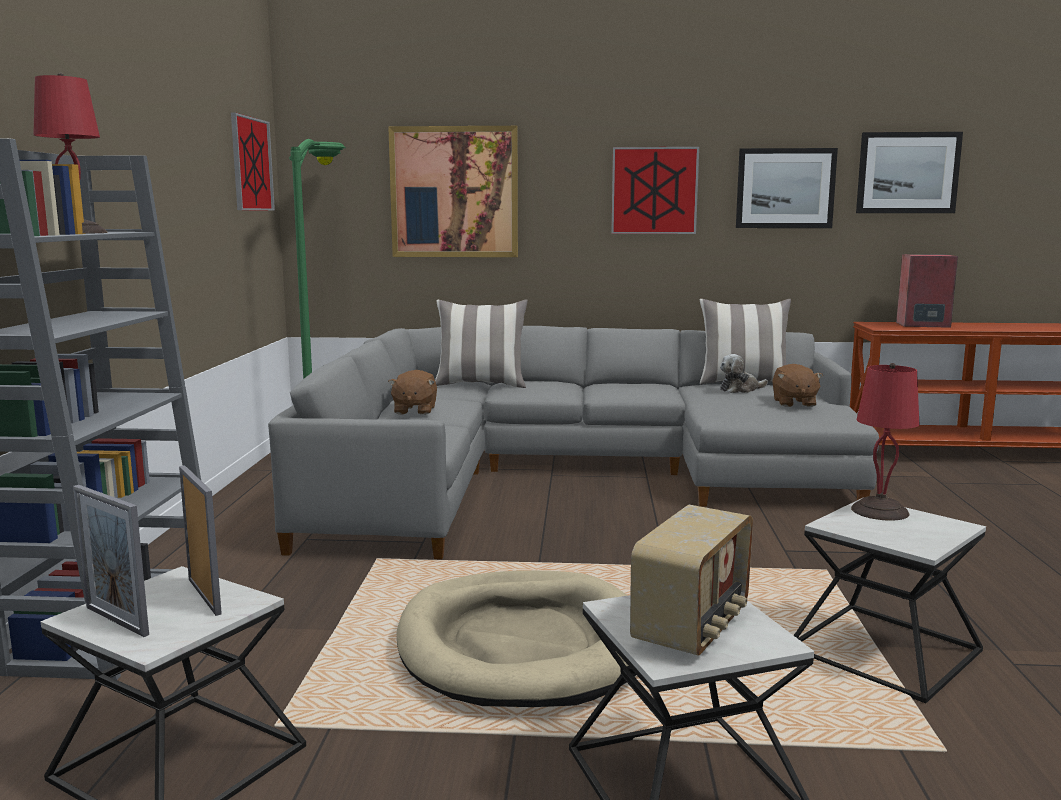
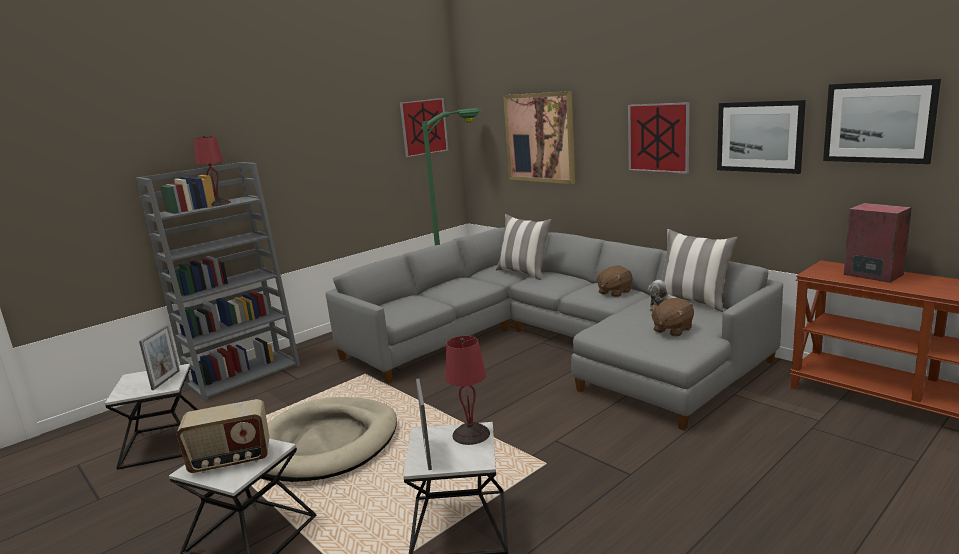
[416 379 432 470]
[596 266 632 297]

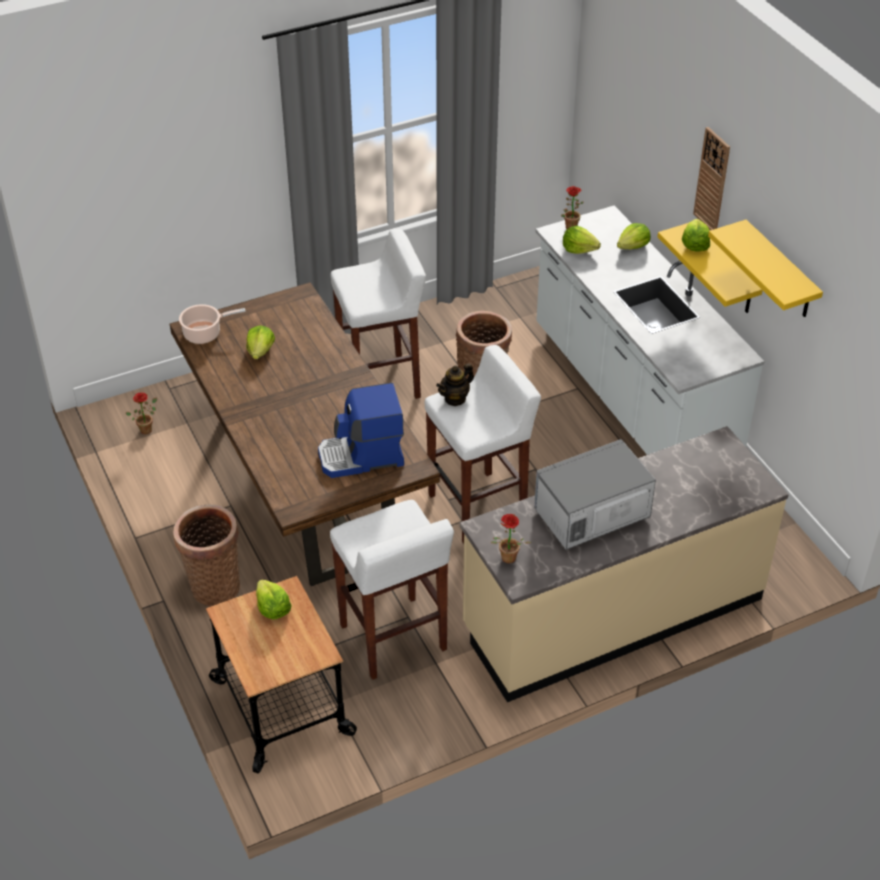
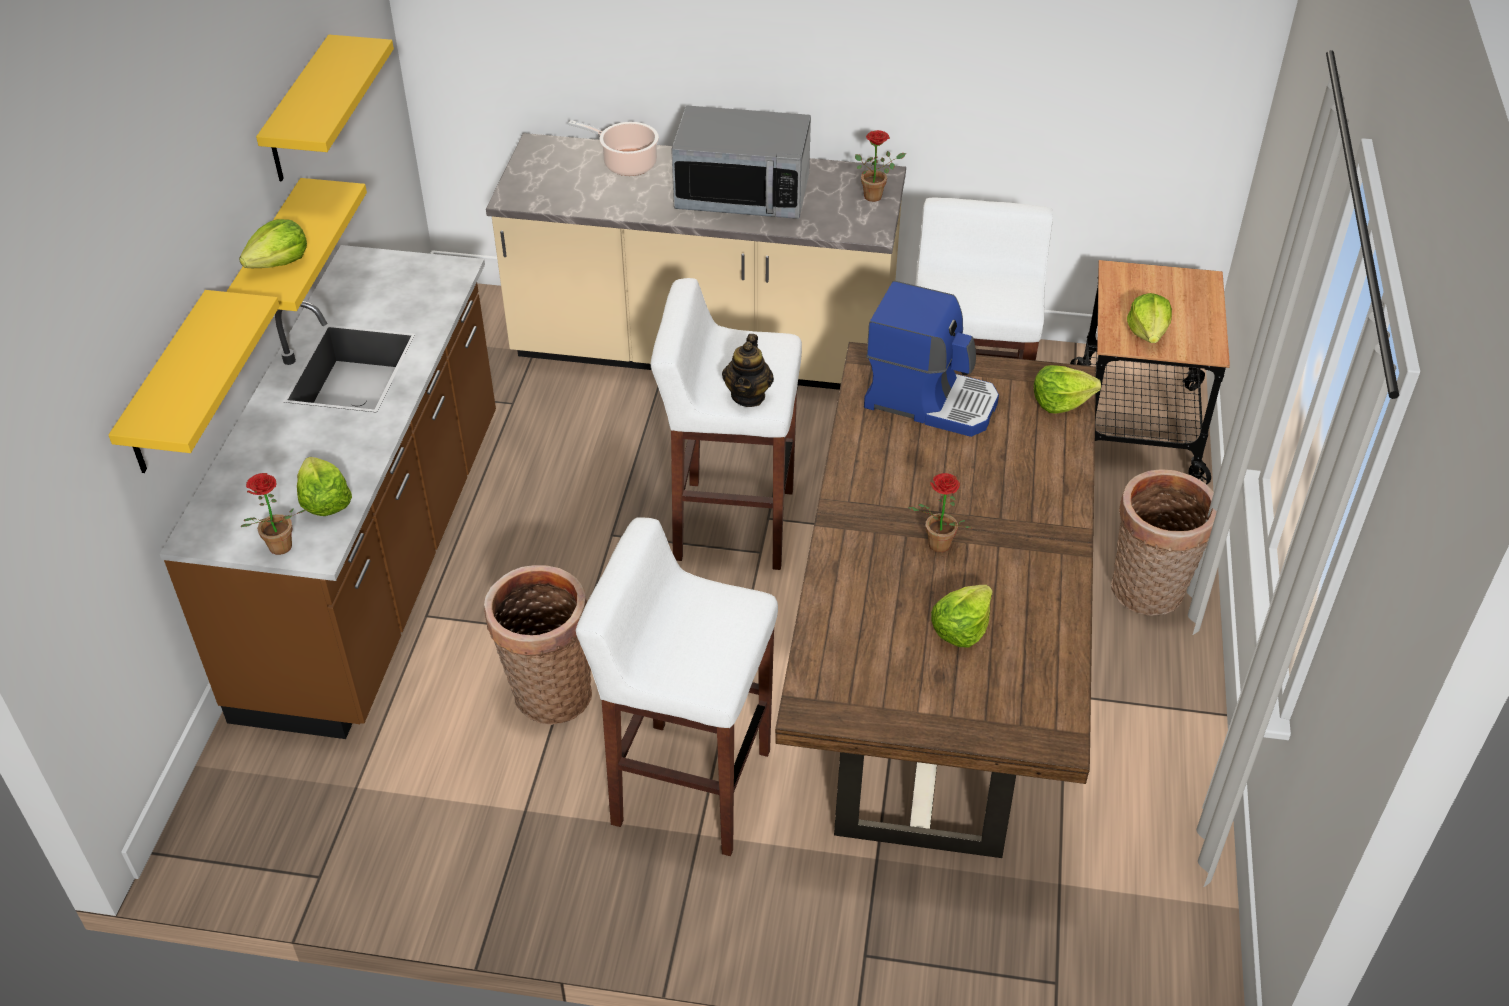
[908 473 972 552]
[568 120 659 176]
[722 334 774 407]
[160 245 496 739]
[1034 365 1101 413]
[693 127 730 230] (first image)
[108 290 280 473]

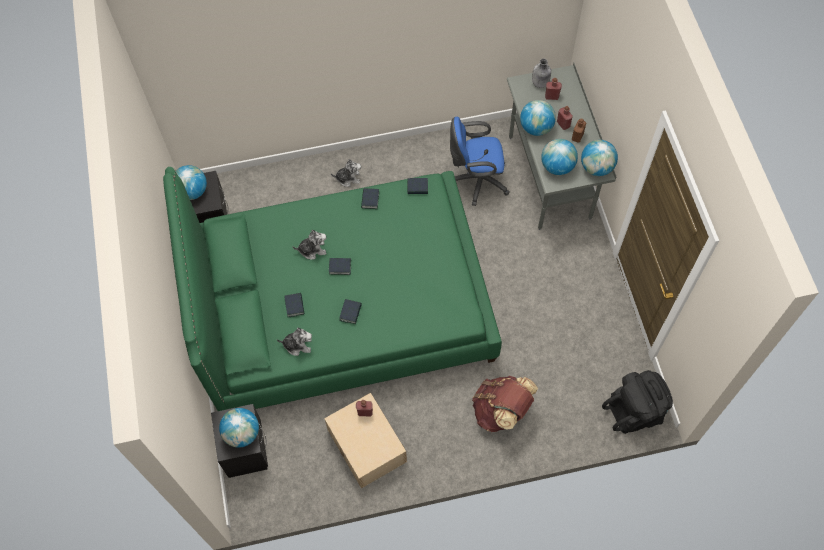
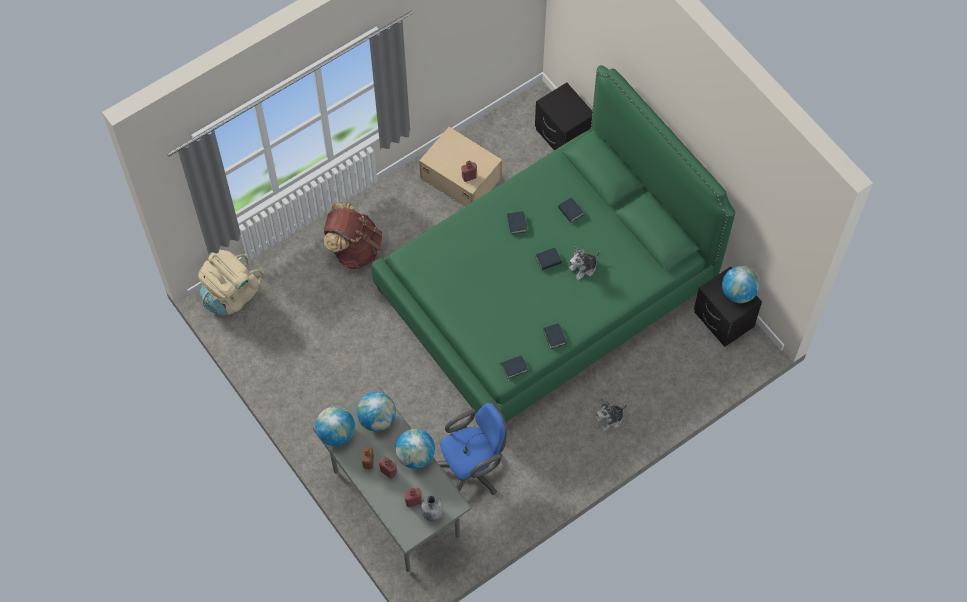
[219 408 259 448] (first image)
[277 328 312 356] (first image)
[198 249 263 315]

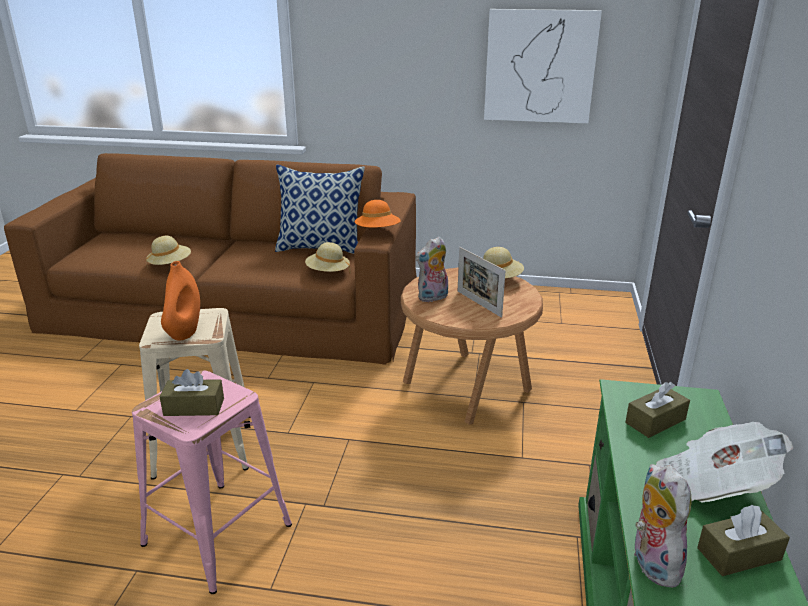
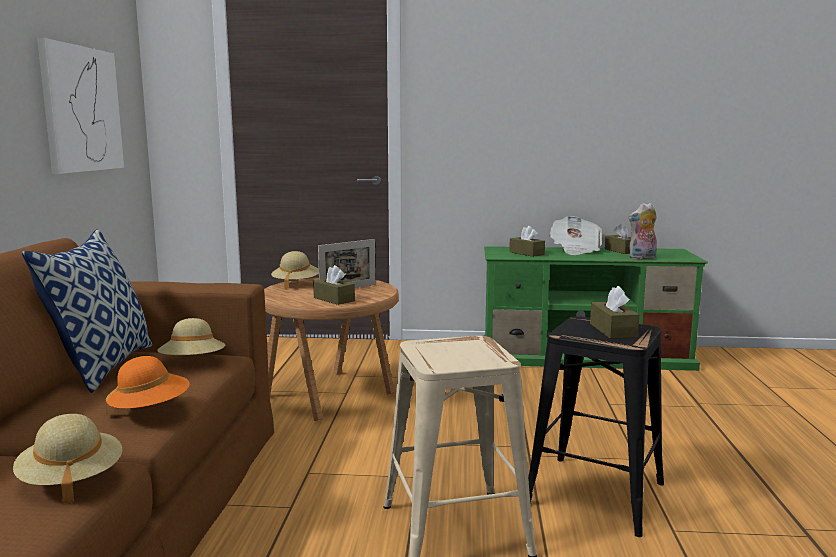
[528 316 664 537]
[161 261 200 341] (first image)
[105 356 190 416]
[313 265 355 305]

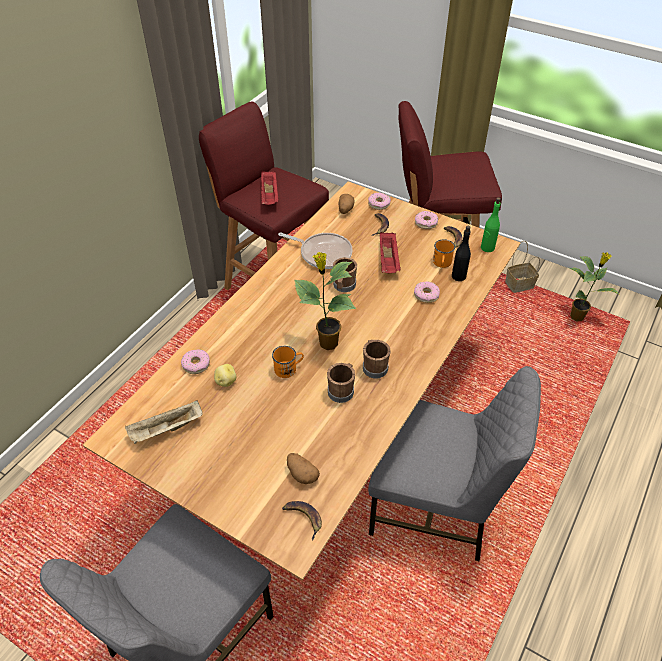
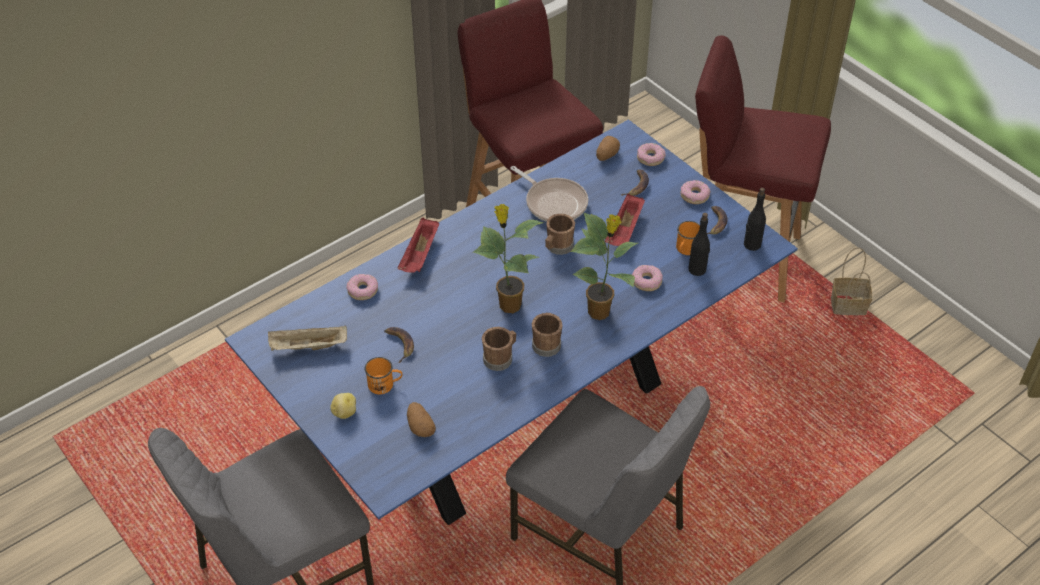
[225 119 798 525]
[330 393 356 419]
[398 218 439 273]
[365 357 402 394]
[384 327 414 363]
[744 188 766 251]
[570 213 638 320]

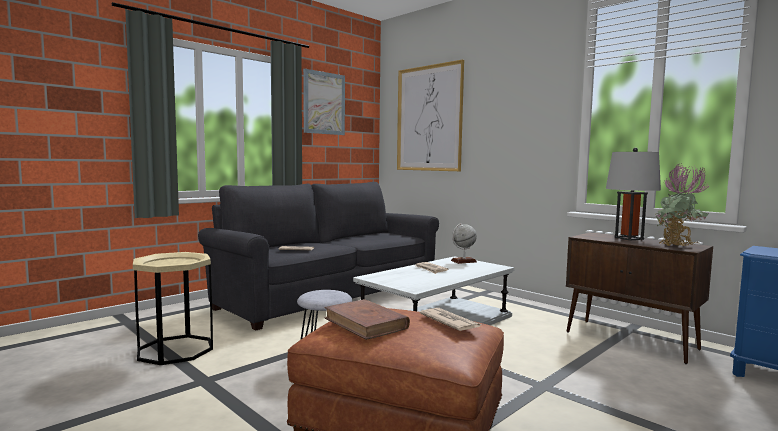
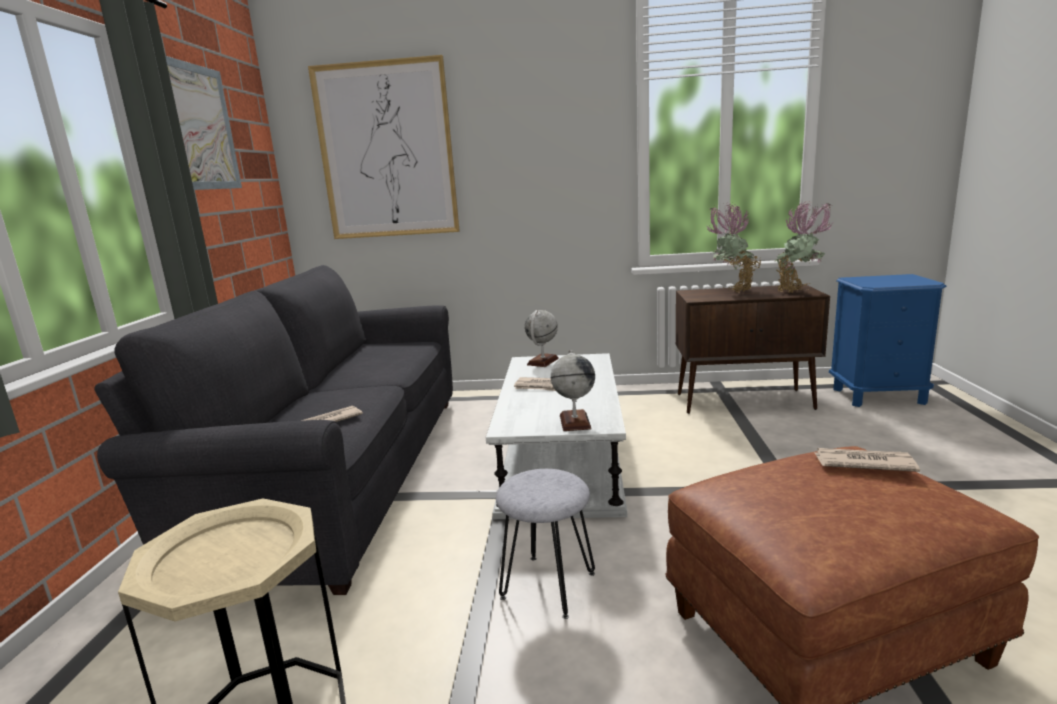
[324 299 410 340] (first image)
[706 203 761 292]
[551 350 595 431]

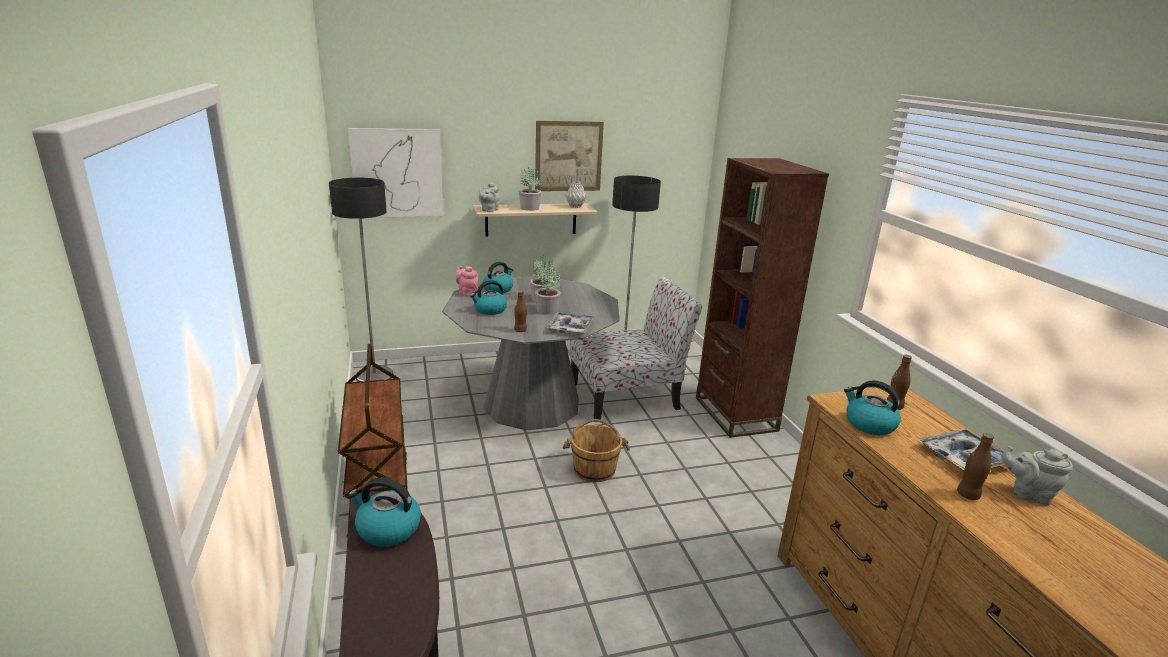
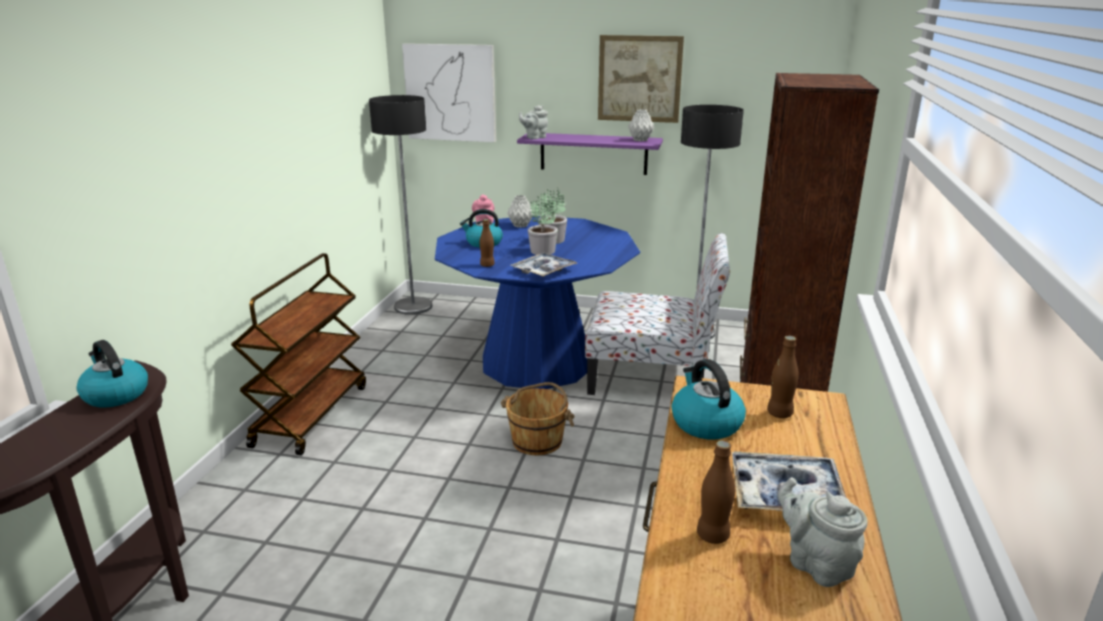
[435 216 640 389]
[517 133 663 175]
[507 195 533 228]
[519 167 541 211] (first image)

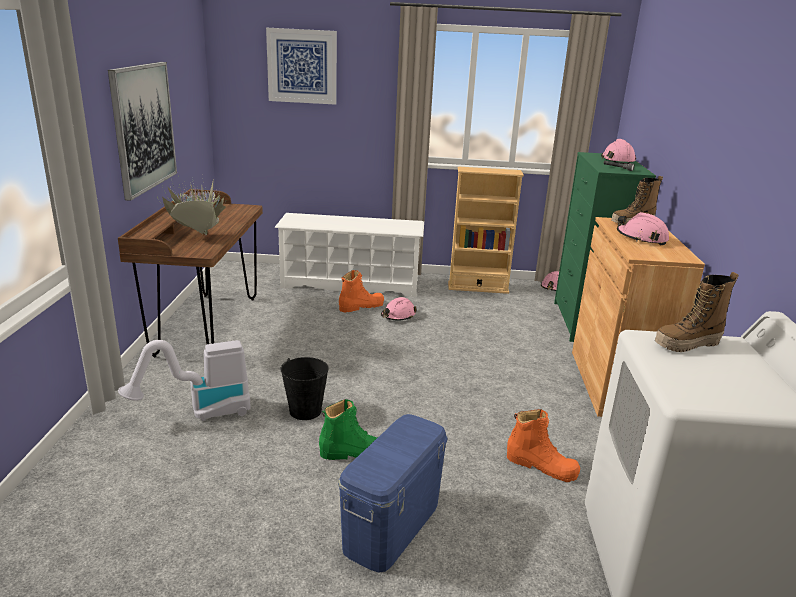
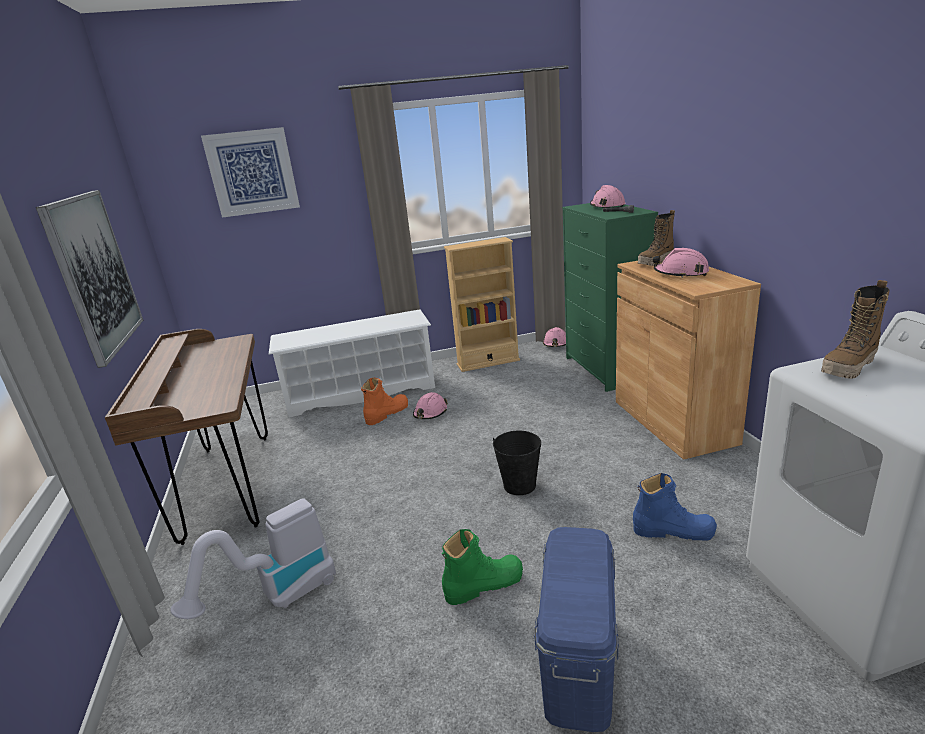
[157 172 229 235] (first image)
[493 431 541 495]
[633 473 717 540]

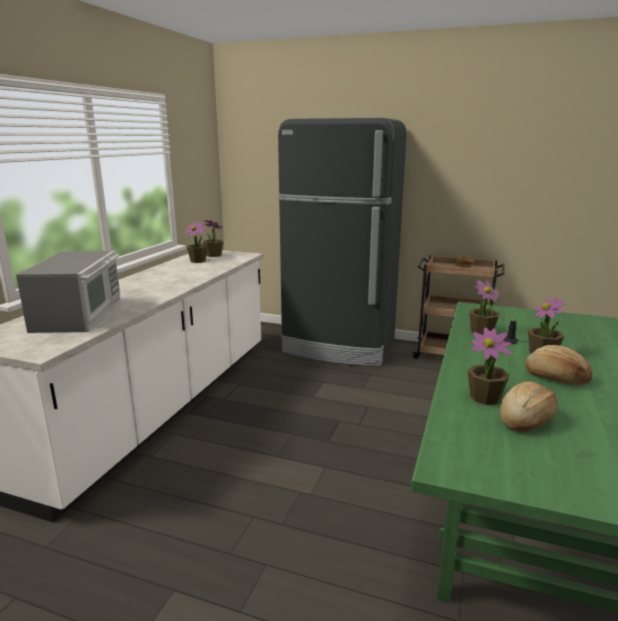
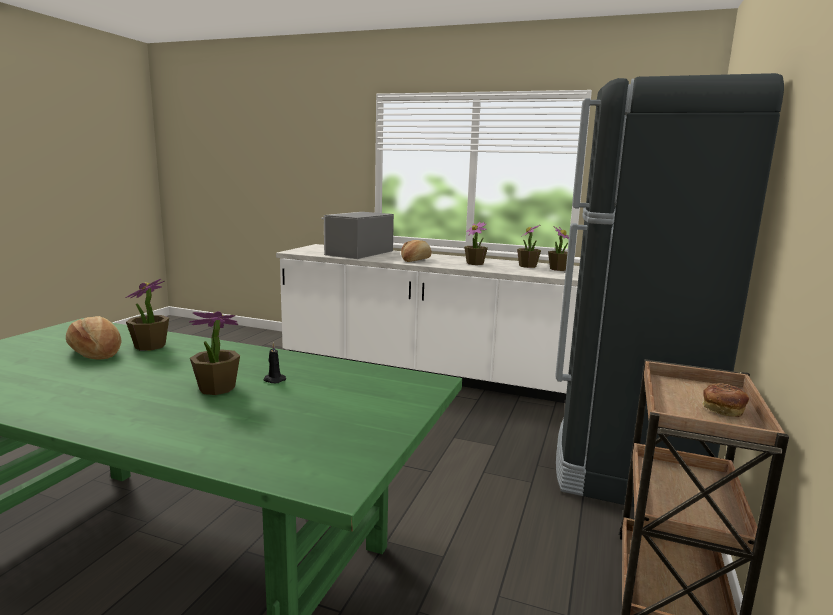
[321 212 394 259]
[464 222 488 265]
[401 240 432 262]

